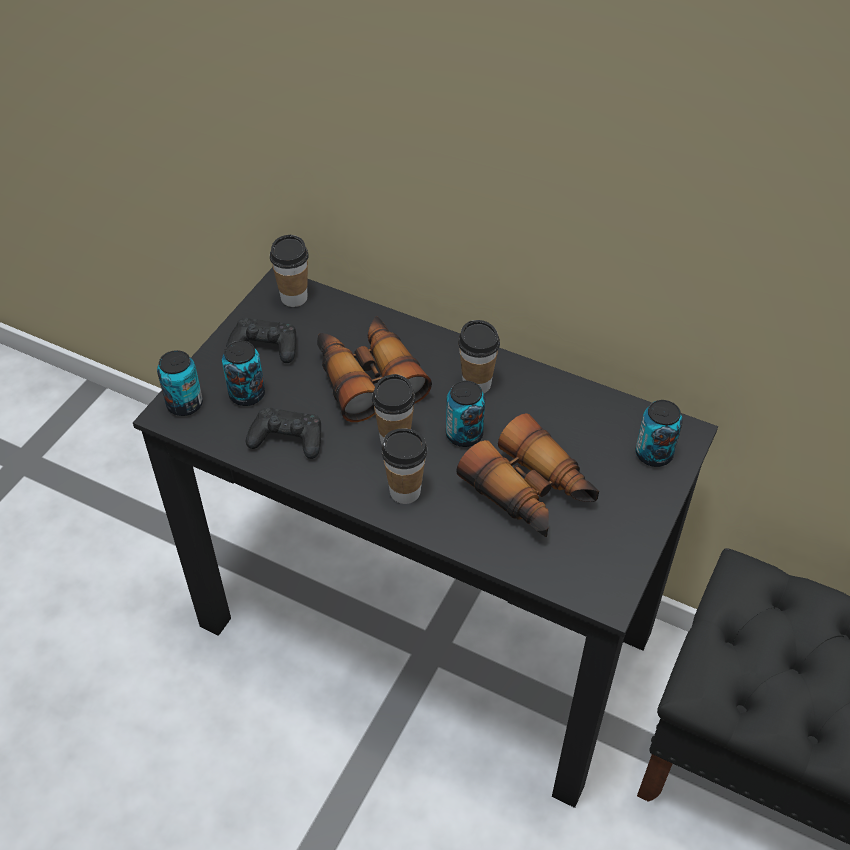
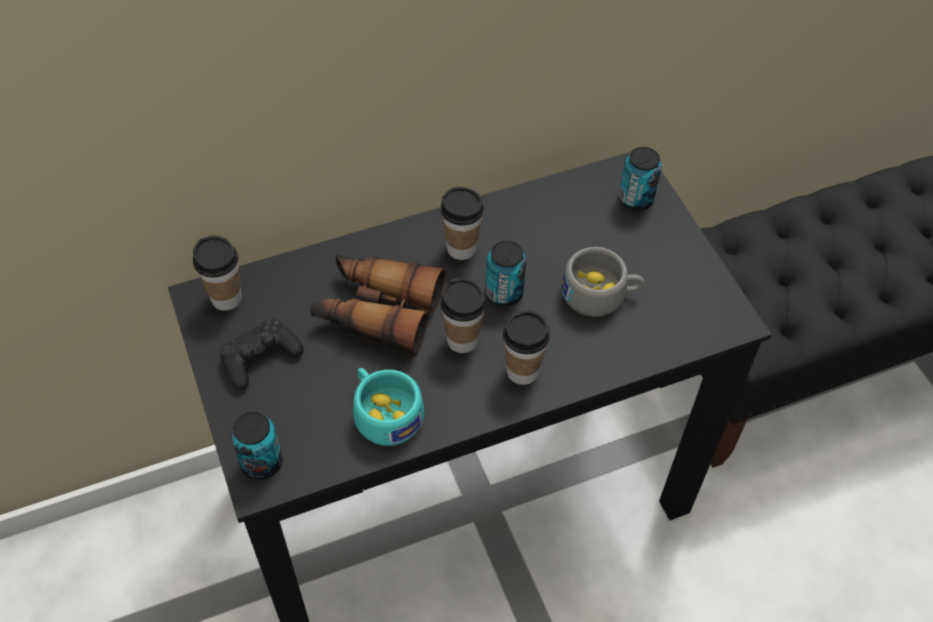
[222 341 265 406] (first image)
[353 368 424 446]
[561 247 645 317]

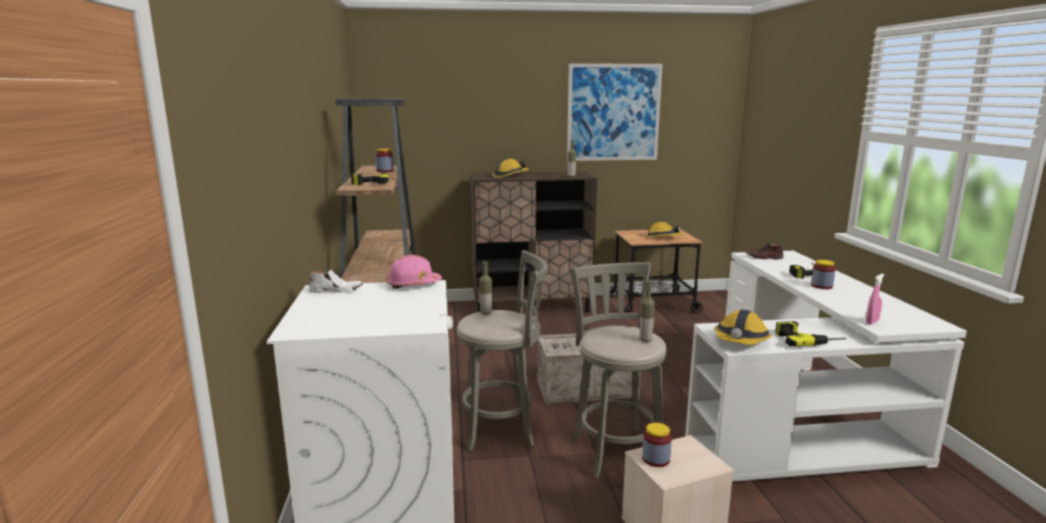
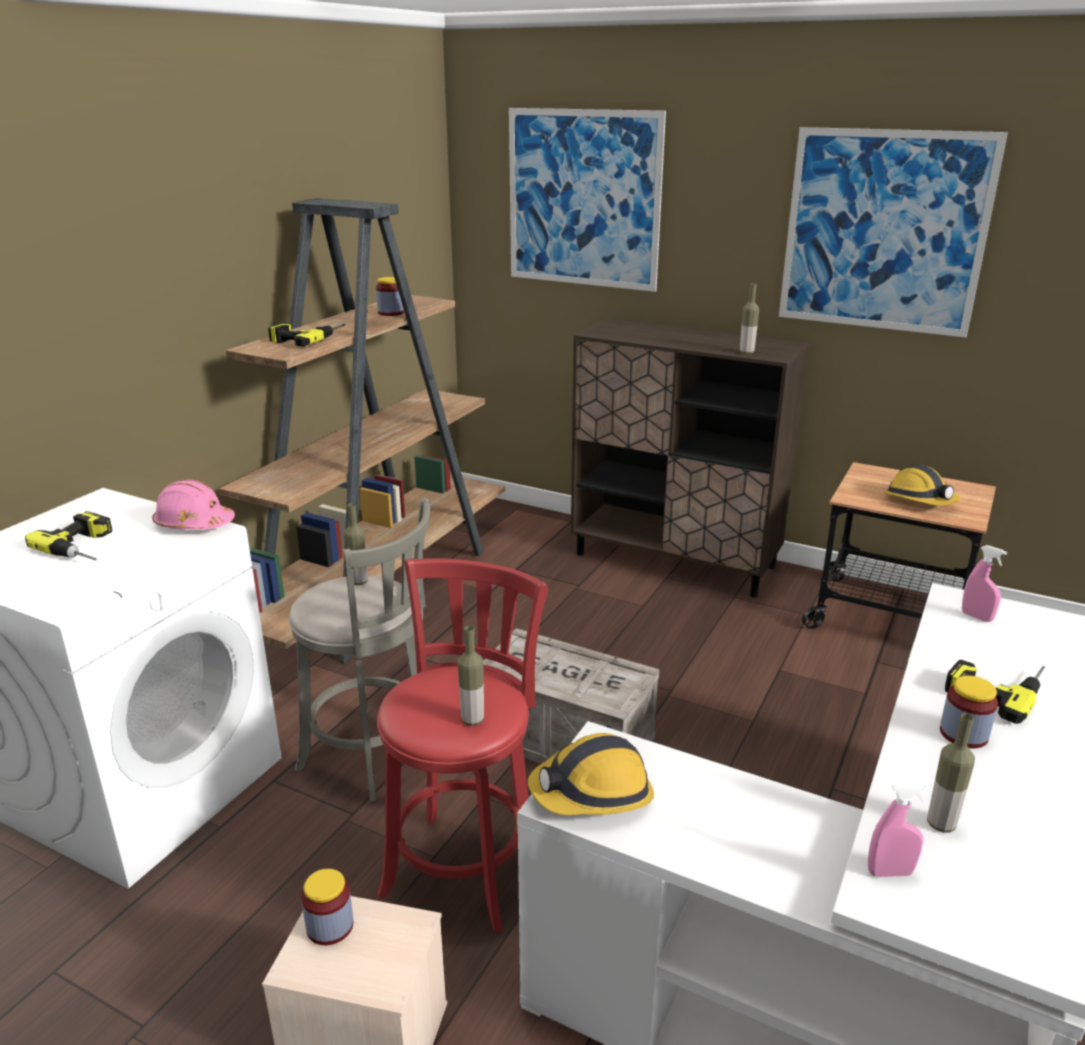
[309 269 363 293] (first image)
[492 158 529 178] (first image)
[377 558 548 934]
[962 545 1007 622]
[25 511 112 561]
[509 108 666 292]
[927 713 975 833]

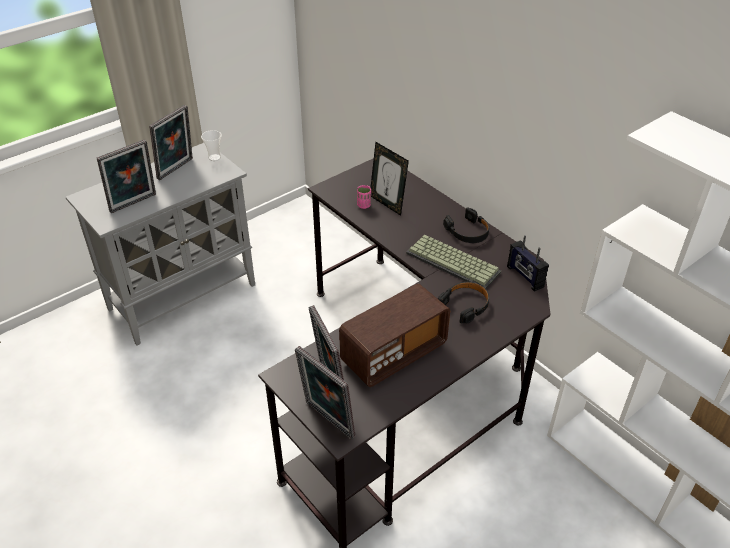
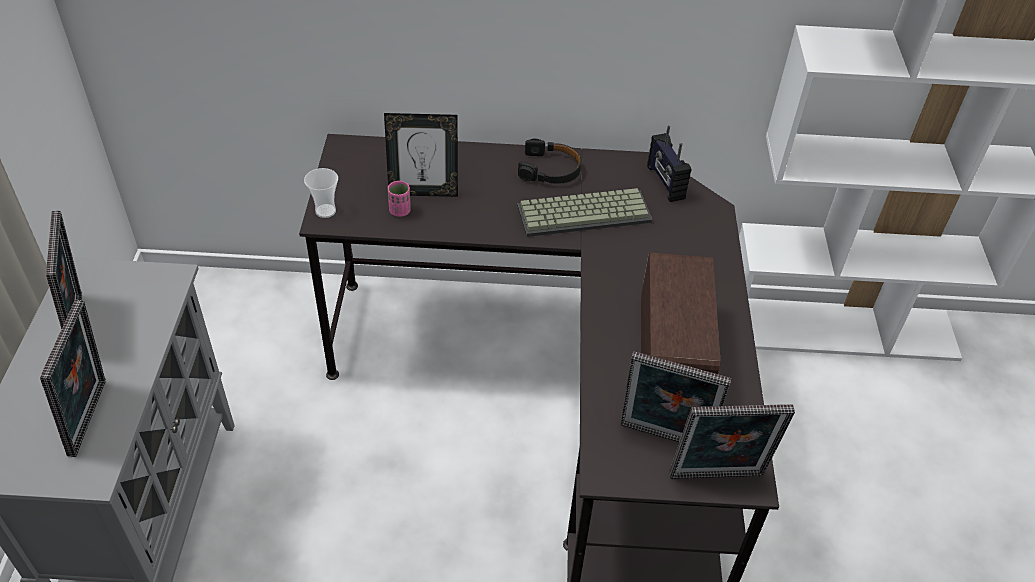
[304 168 338 218]
[438 282 489 324] (first image)
[647 125 691 202]

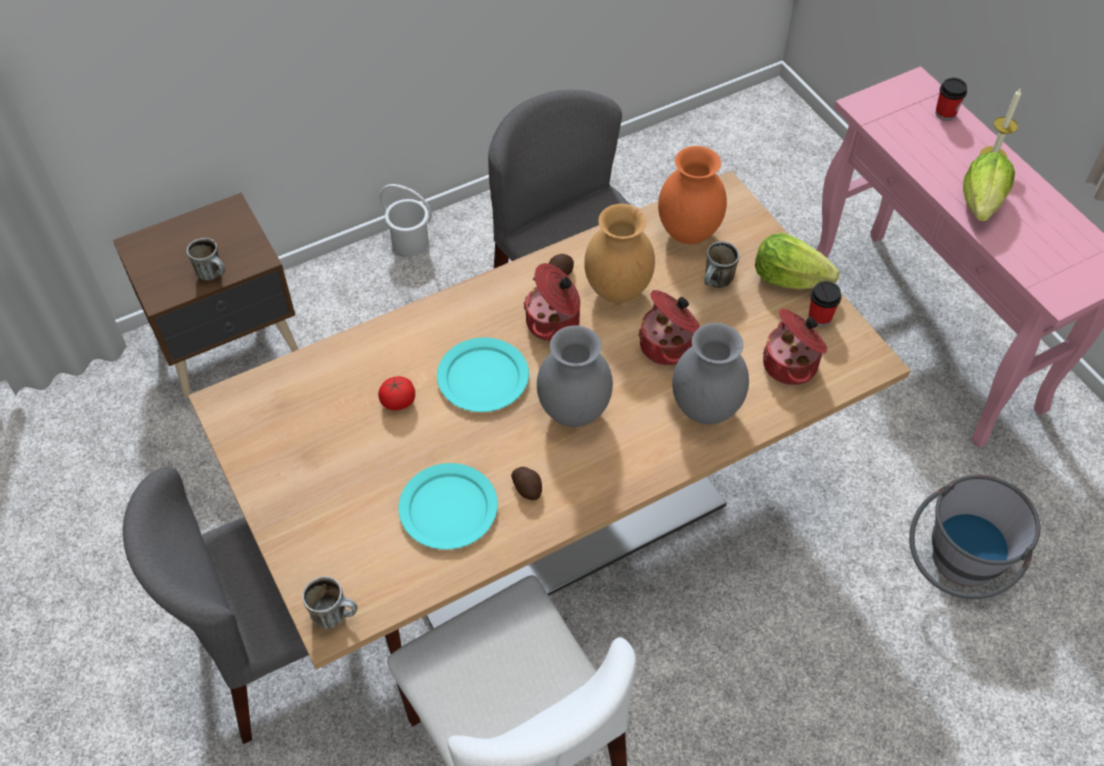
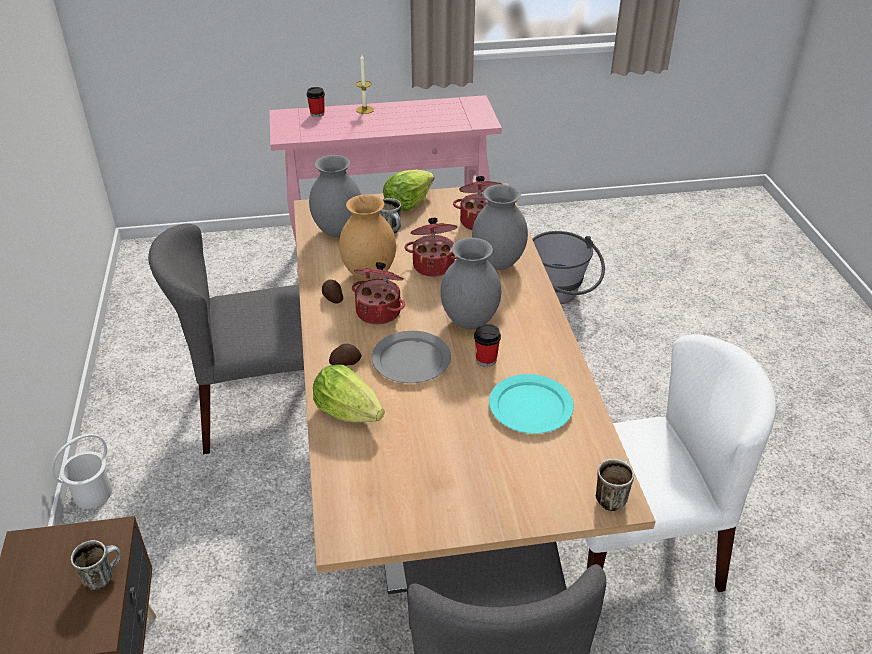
[378 376 415 410] (first image)
[372 331 451 383]
[329 344 362 366]
[309 155 361 237]
[474 324 501 367]
[313 365 385 422]

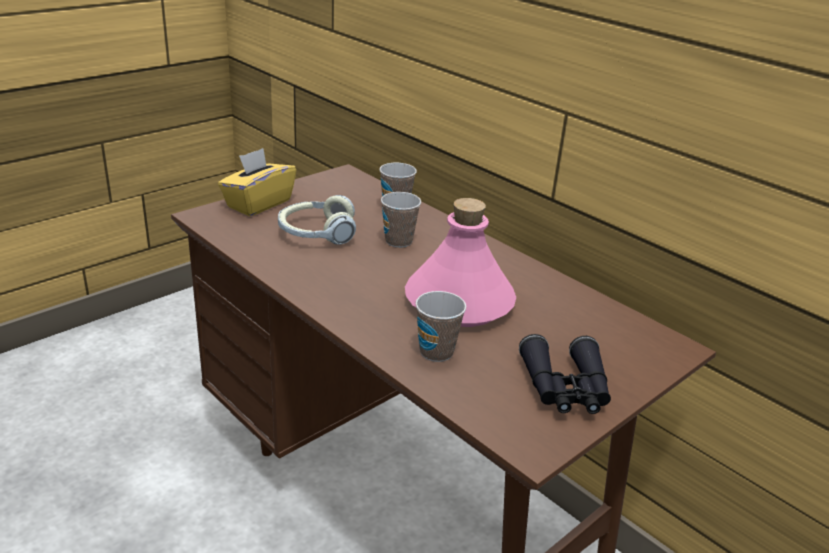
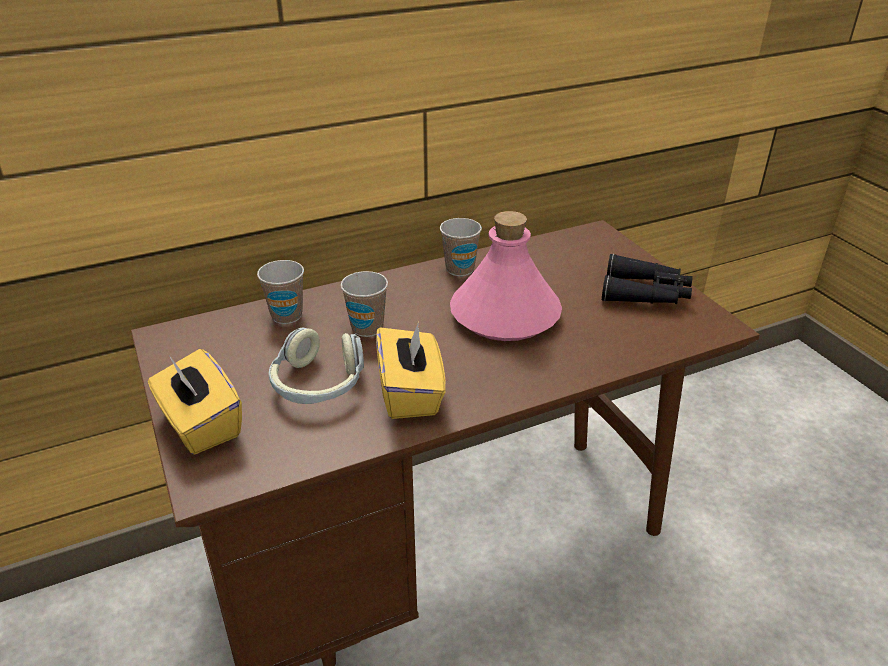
[440 218 482 276]
[376 322 445 419]

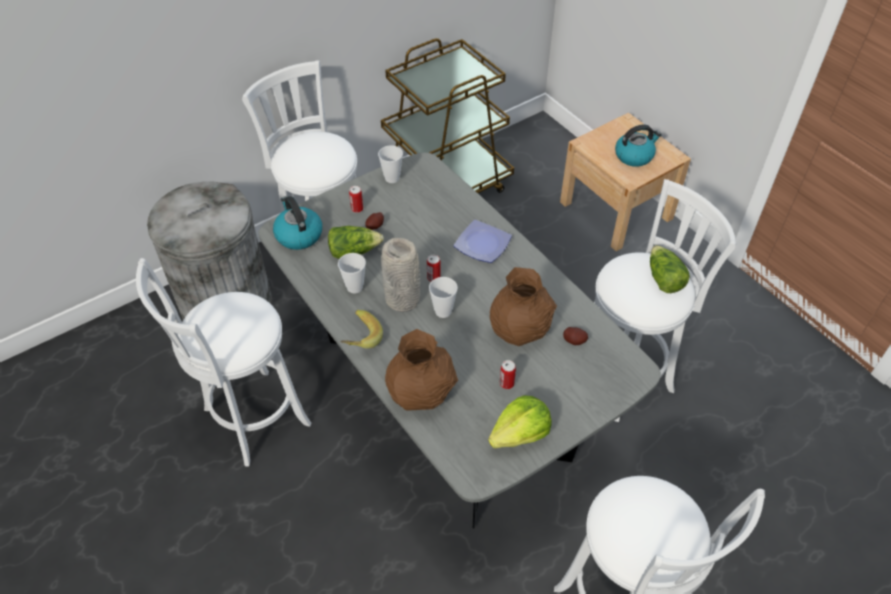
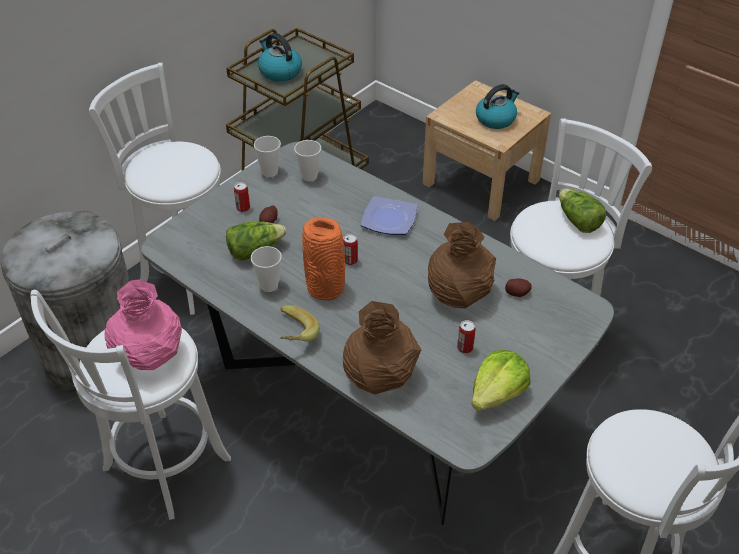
[258 33 302 82]
[302 217 345 300]
[294 140 321 181]
[105 279 182 370]

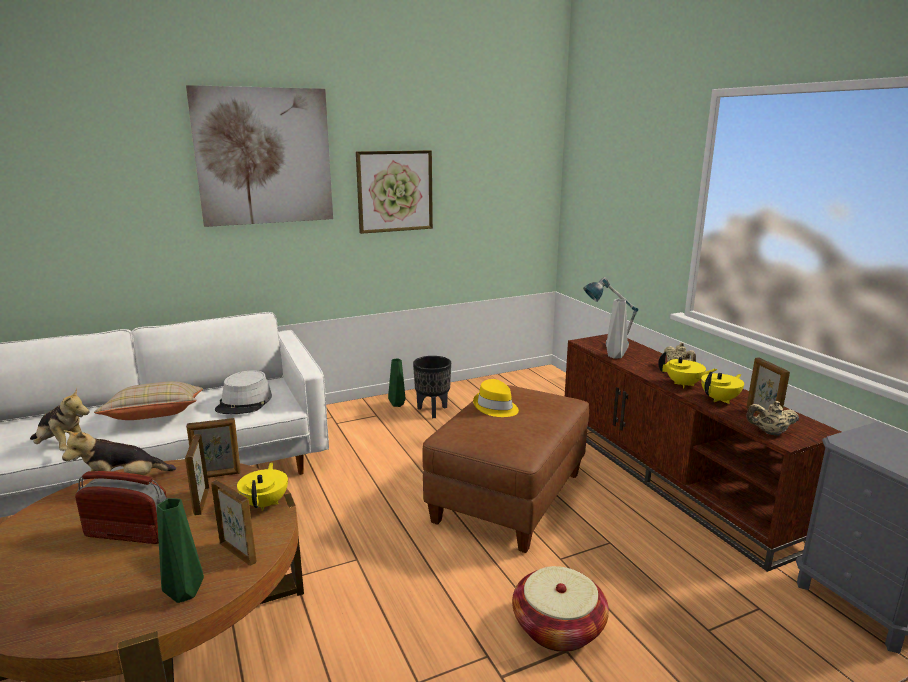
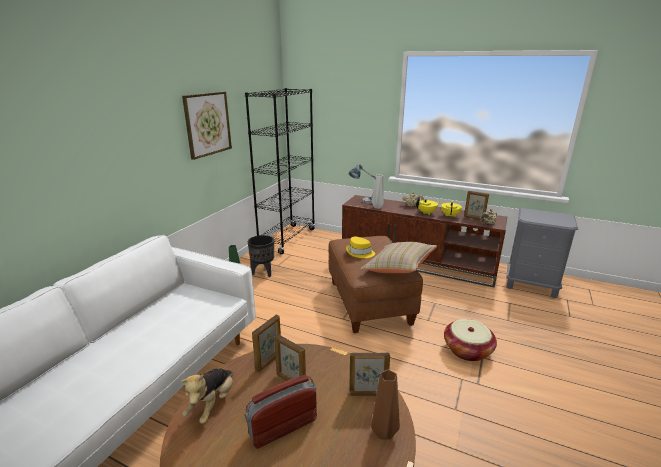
[30 388 90 451] (first image)
[360 242 437 273]
[371 369 400 440]
[186 85 333 227] (first image)
[215 370 272 414] (first image)
[237 462 288 511] (first image)
[245 88 315 254]

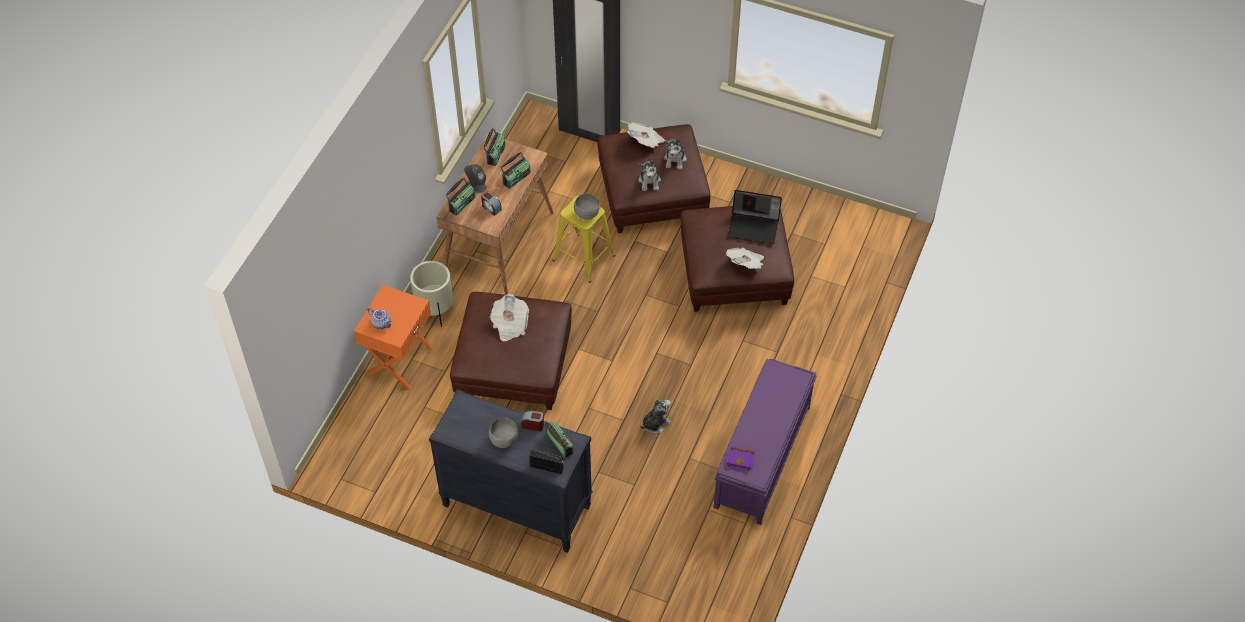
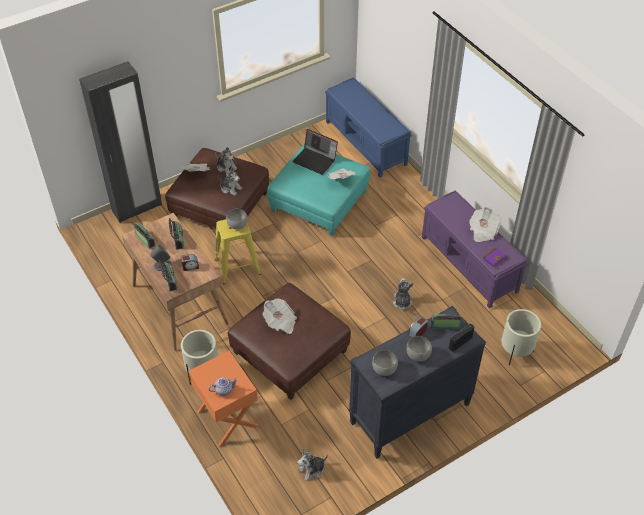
[267 144 370 236]
[293 129 338 175]
[297 448 328 481]
[325 77 412 177]
[372 350 398 376]
[469 207 501 242]
[502 309 541 365]

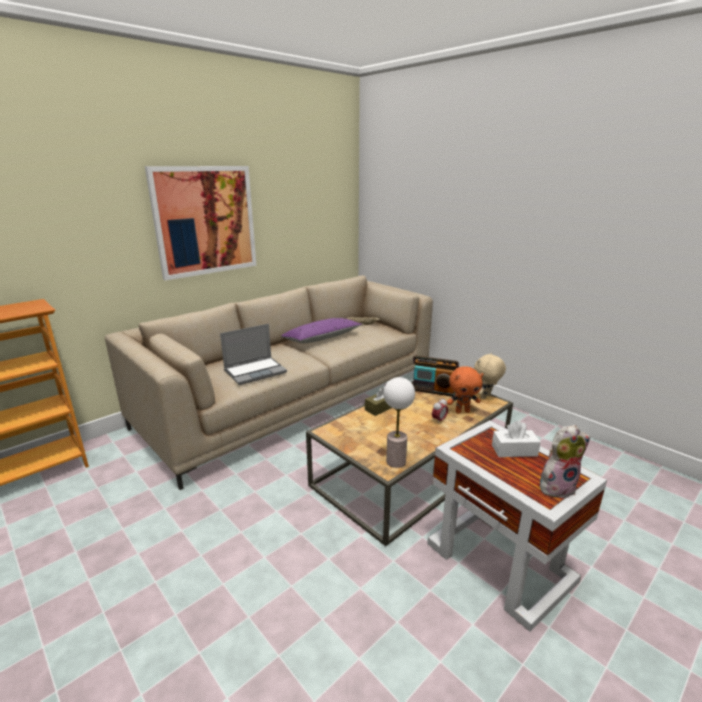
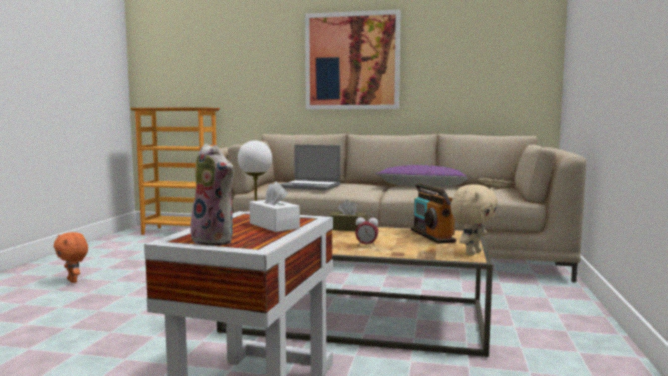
[53 232 88 283]
[450 184 498 256]

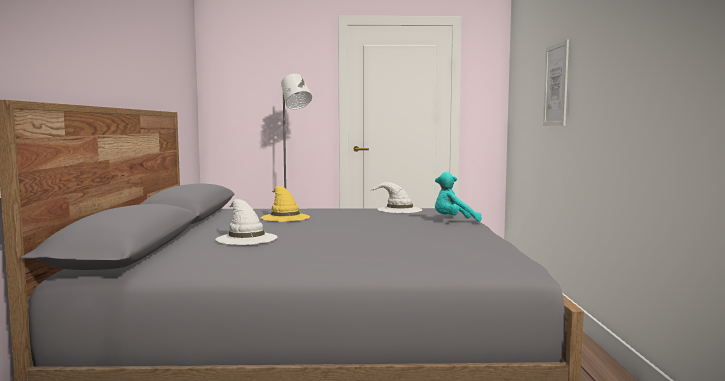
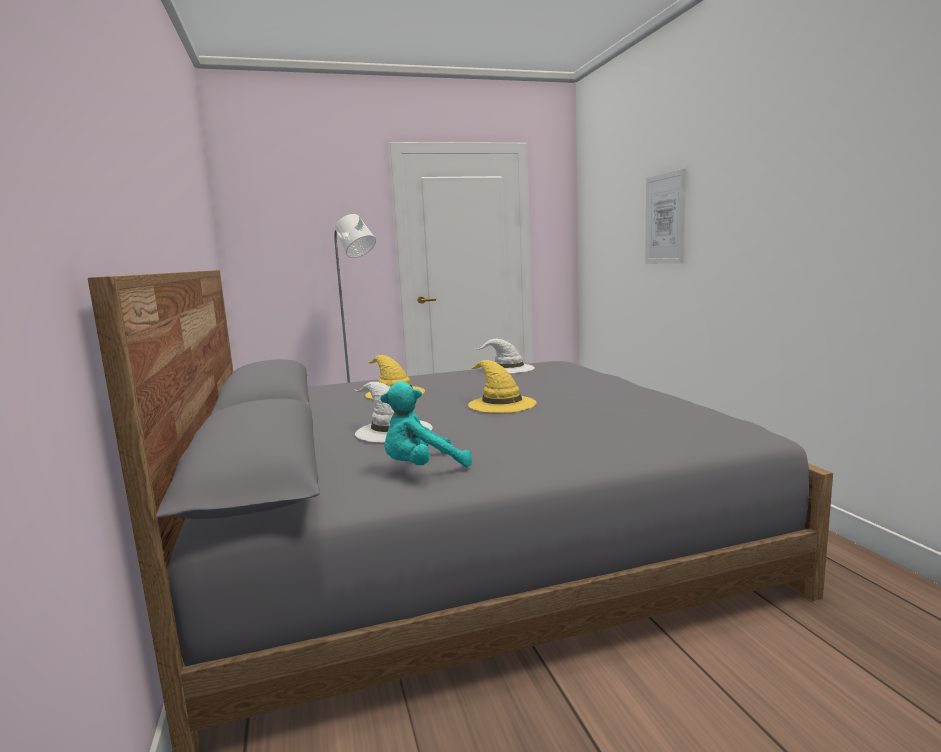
[380 382 472 467]
[468 360 537 413]

